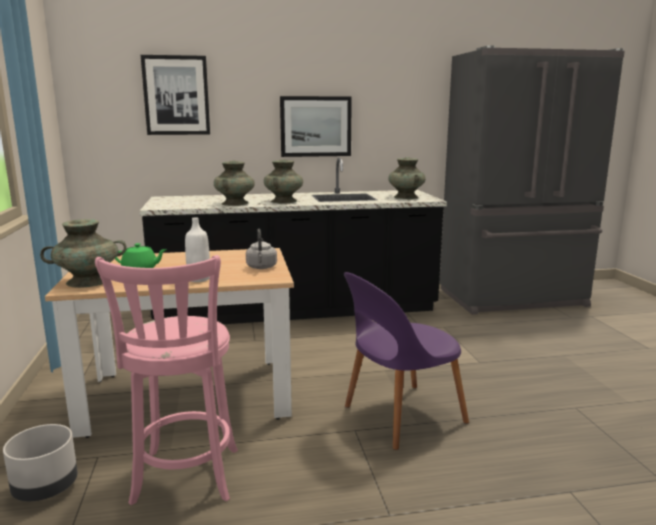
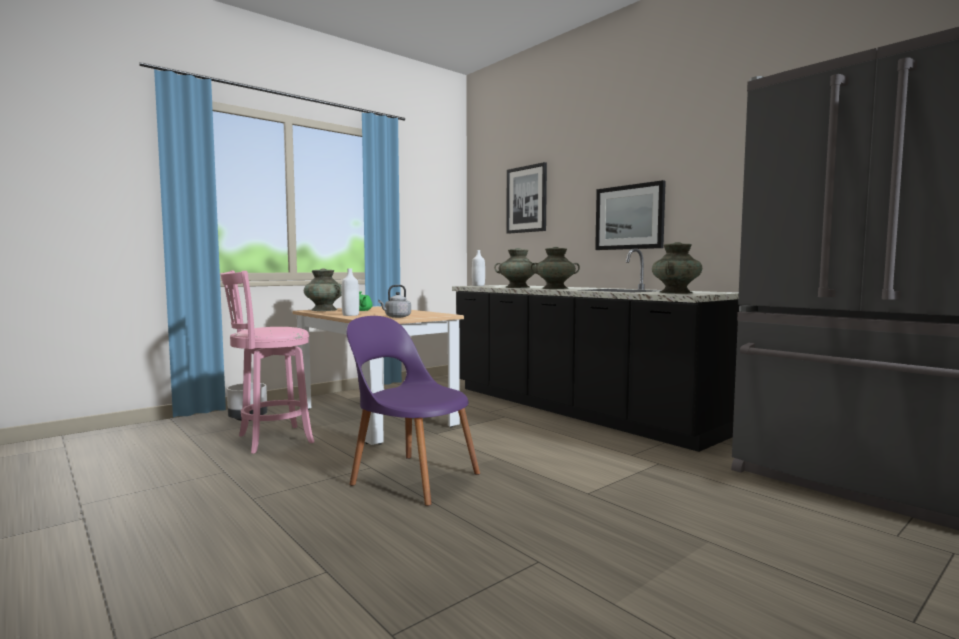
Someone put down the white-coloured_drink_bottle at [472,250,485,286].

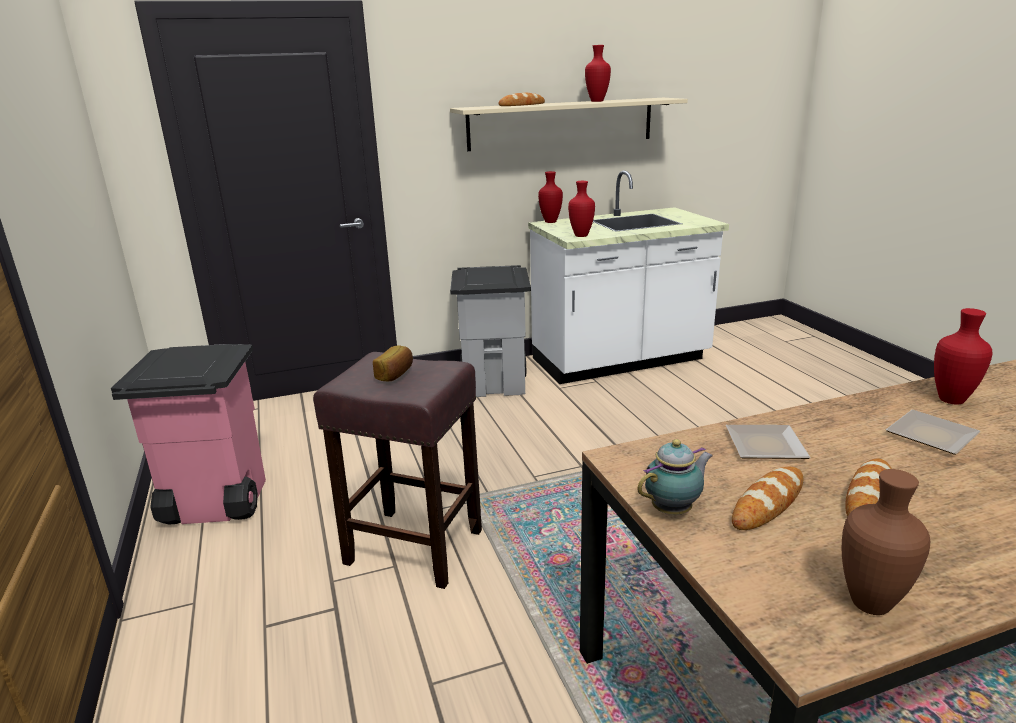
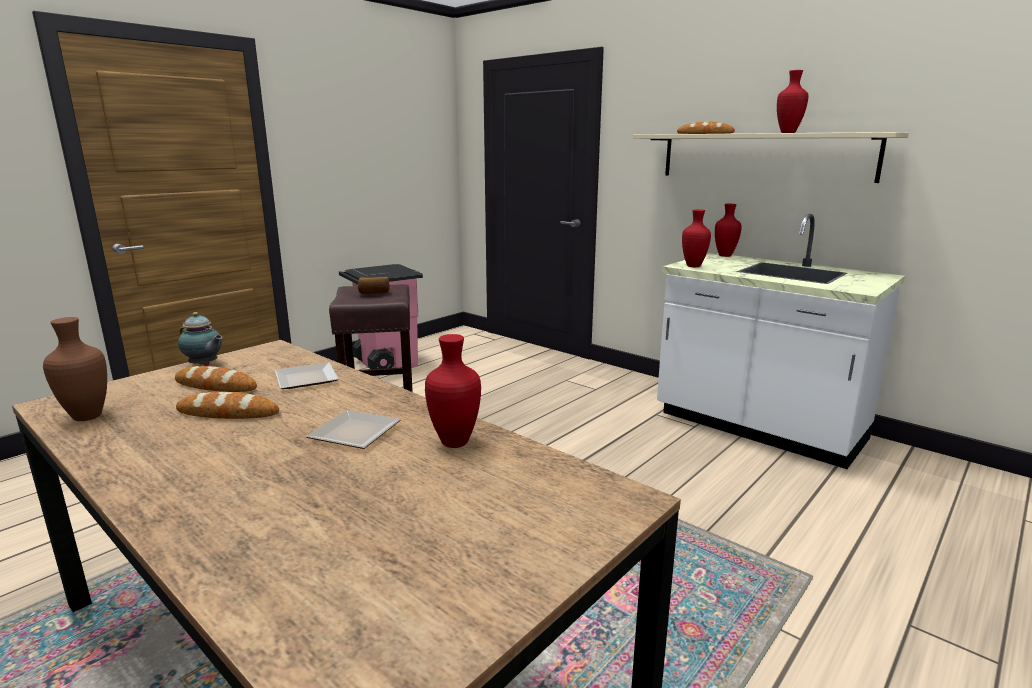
Someone took away the gray_waste_bin at [450,265,531,397].

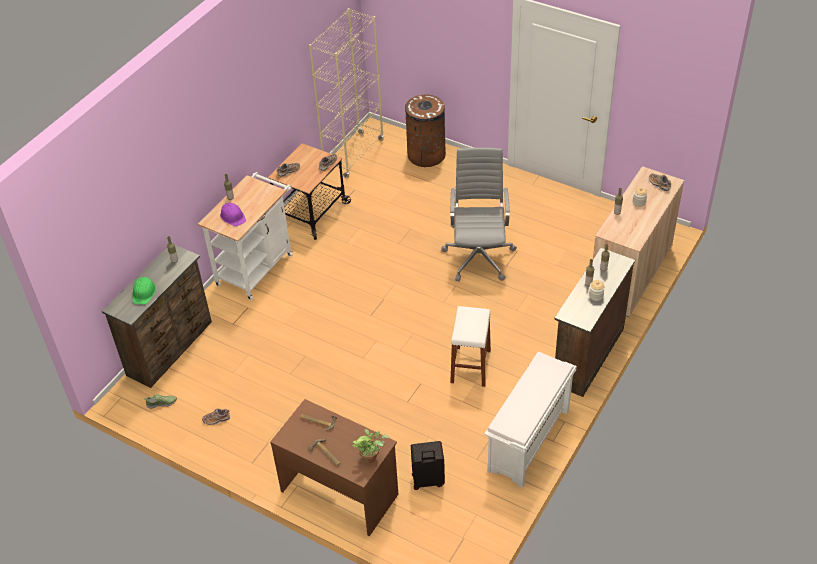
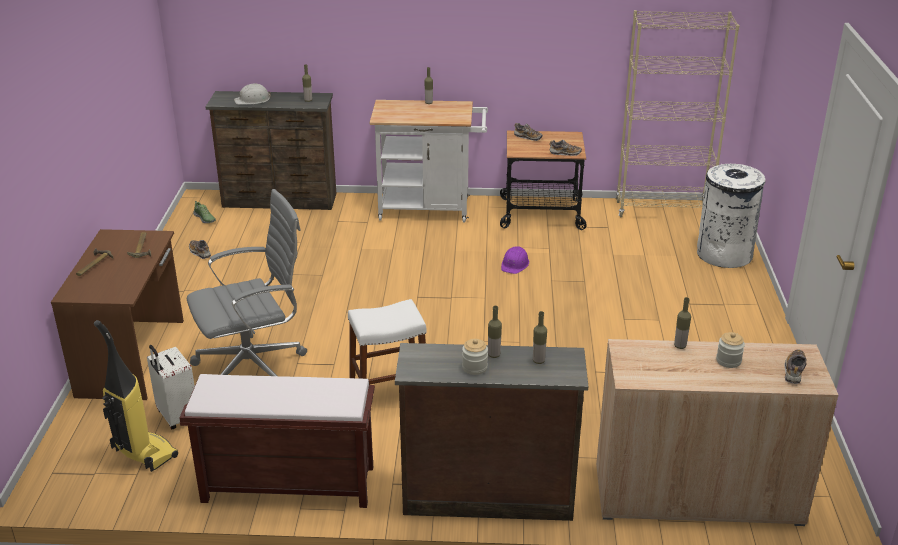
Someone repainted the green_work_helmet at [132,277,156,305], which became the white-coloured_work_helmet at [234,83,271,105]. Someone carried the purplish_work_helmet from [220,203,246,226] to [501,246,529,274]. Someone took away the plant_in_a_pot at [352,429,390,463]. Someone repainted the brownish_waste_bin at [405,94,446,167], which became the white-coloured_waste_bin at [697,164,765,268]. Someone repainted the black_piece_of_luggage at [411,441,445,490], which became the white-coloured_piece_of_luggage at [147,345,195,429]. Someone carried the gray_office_chair from [441,148,517,281] to [187,189,307,376]. Someone repainted the white-coloured_bench at [484,352,576,488], which became the brownish_bench at [179,374,375,508]. Someone put down the vacuum_cleaner at [94,320,178,472].

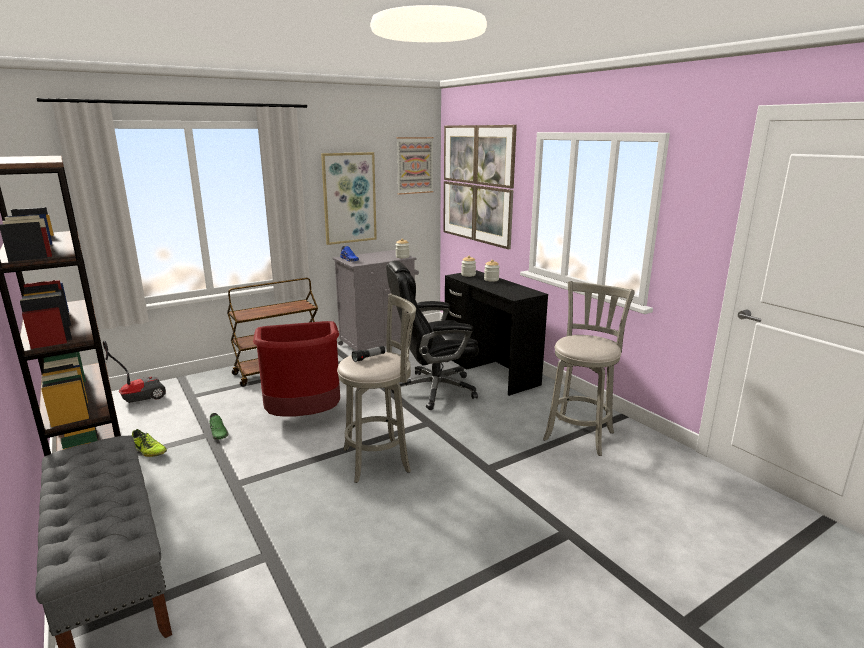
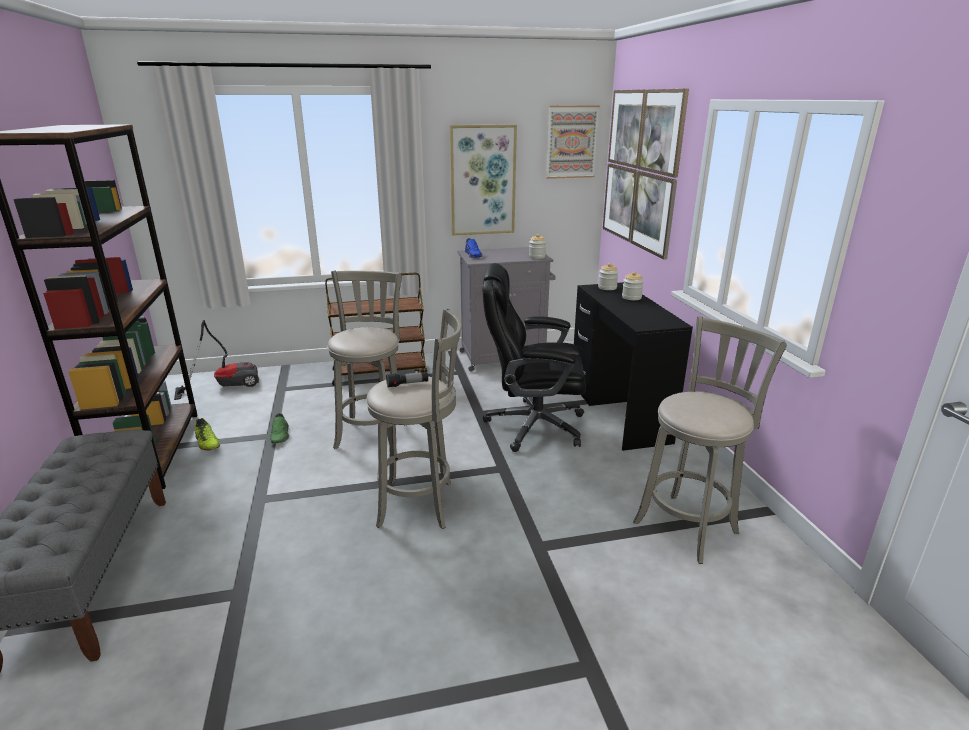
Someone swapped the red-coloured_waste_bin at [253,321,340,417] for the gray_stool at [328,270,402,451].

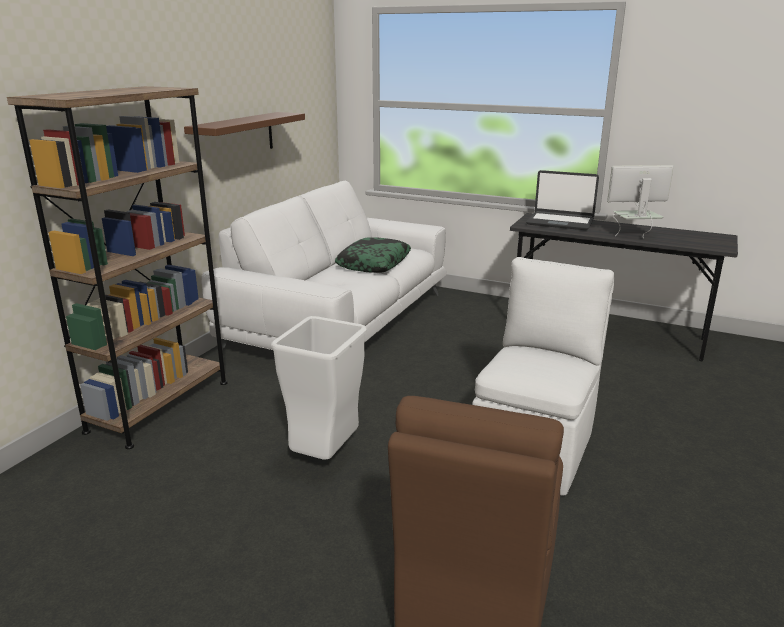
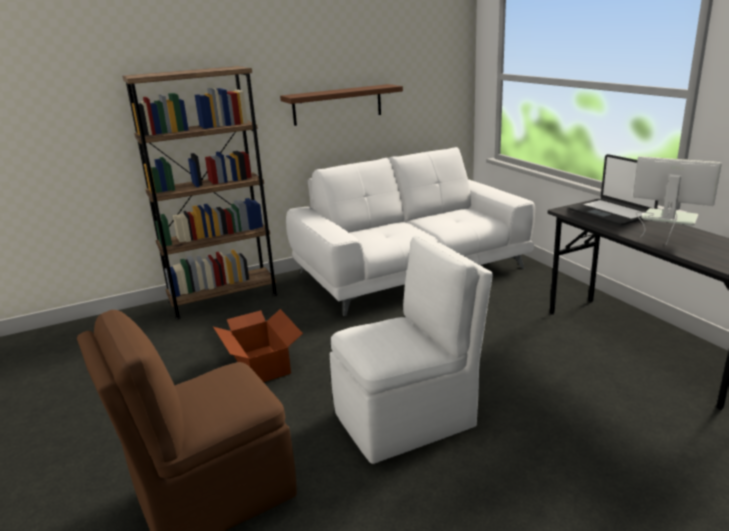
Someone swapped the white-coloured_waste_bin at [271,316,367,460] for the packing_box at [213,309,303,382]. Someone took away the pillow at [335,238,411,273].

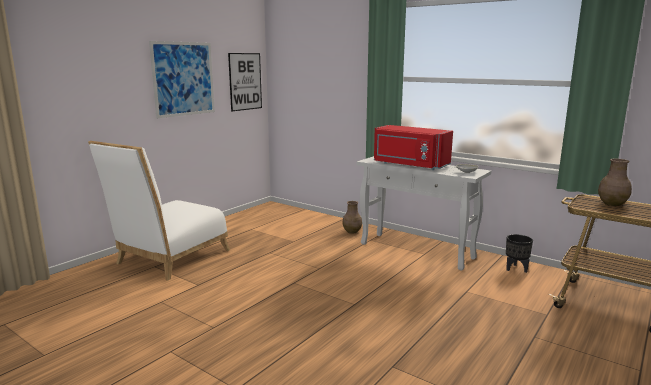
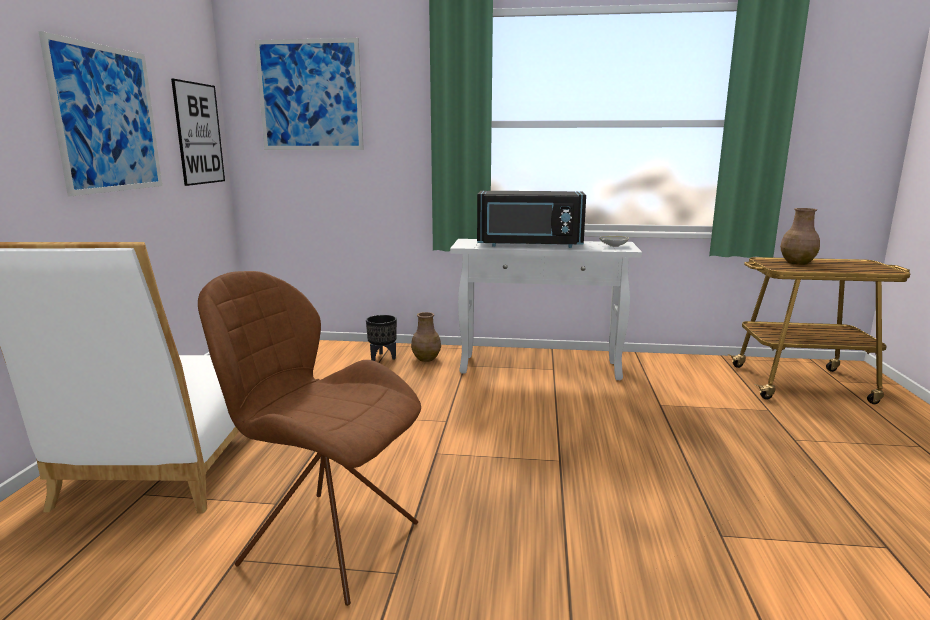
Someone repainted the red-coloured_microwave_oven at [374,125,453,170], which became the black_microwave_oven at [477,191,586,248]. Someone carried the black_plant_pot from [506,234,533,273] to [366,315,397,361]. Someone put down the brownish_upright_chair at [198,271,421,606]. Someone put up the wall_art at [255,38,364,150].

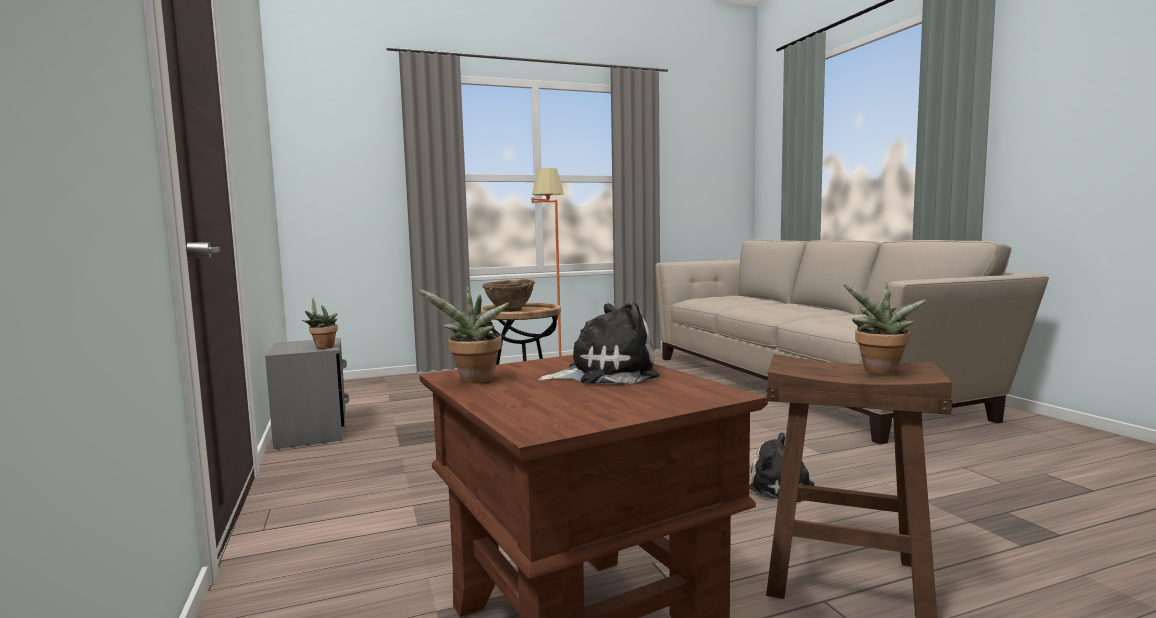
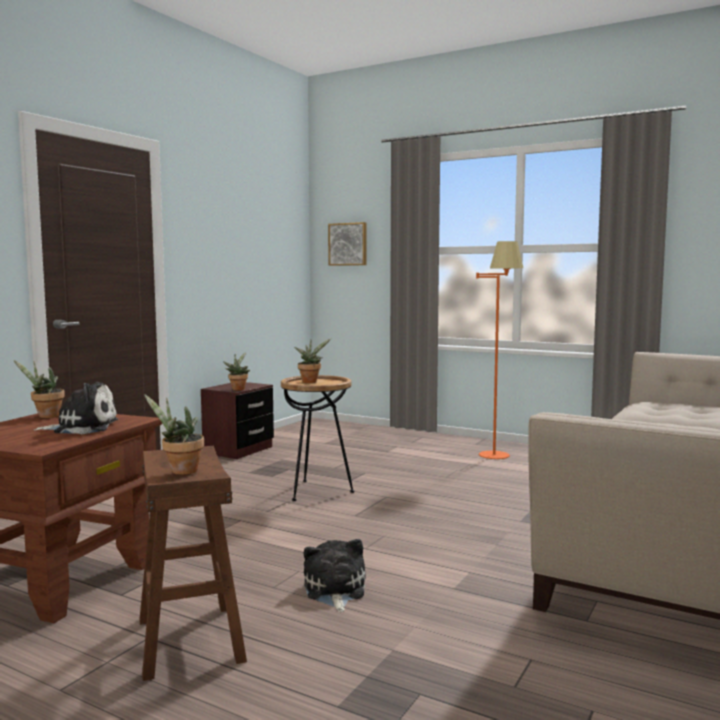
Someone repainted the gray_bedside_table at [265,338,349,449], which became the brownish_bedside_table at [201,382,274,459]. Someone swapped the brownish_deep_dish at [482,279,535,312] for the plant_in_a_pot at [294,338,331,383]. Someone rotated the cuddly_toy at [538,302,659,384] by 45 degrees counterclockwise. Someone put up the wall_art at [328,222,367,266].

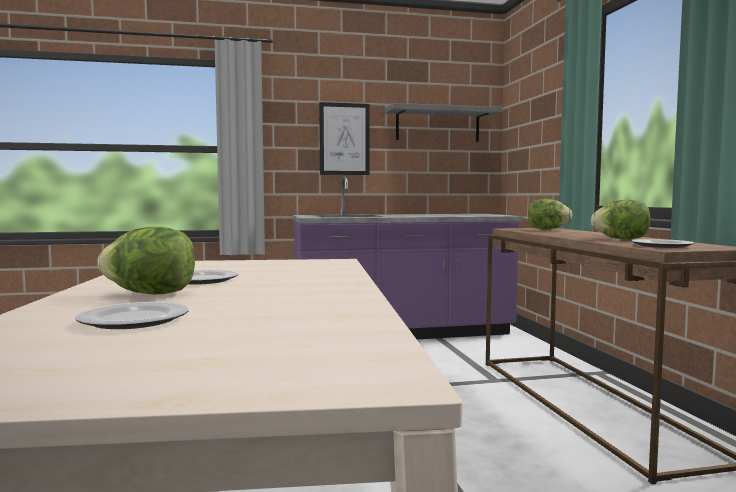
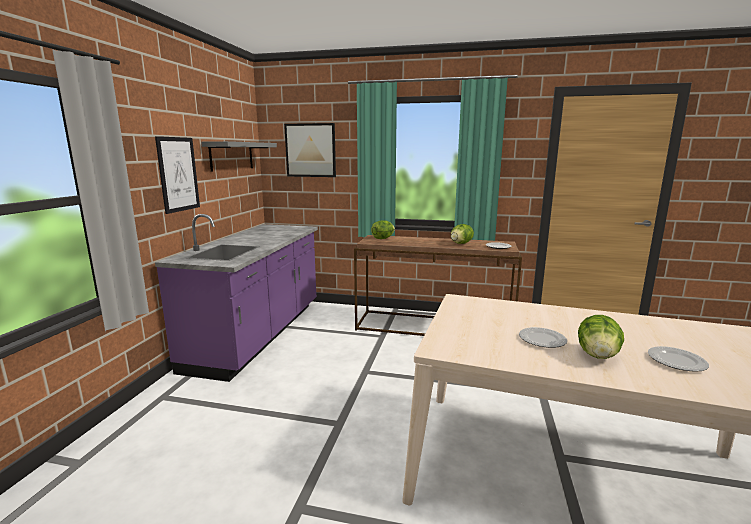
Someone put up the wall_art at [284,123,336,177].

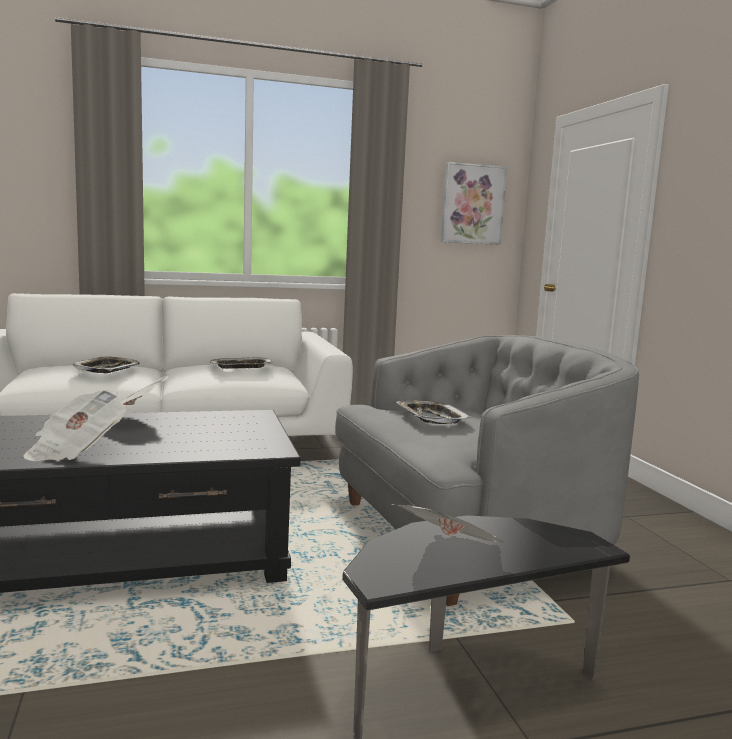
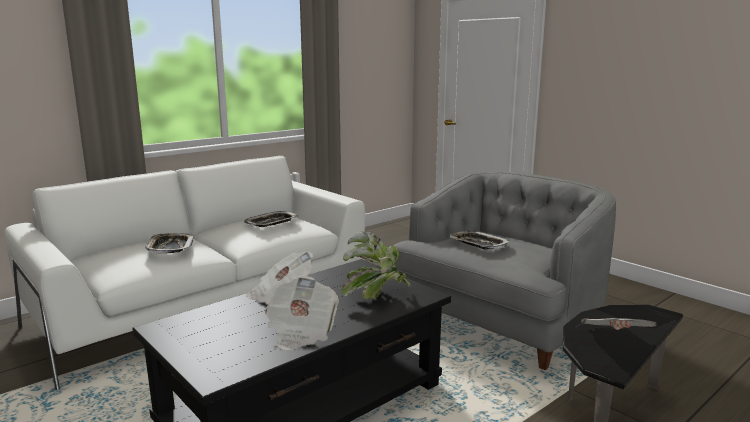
Someone took away the wall_art at [441,162,507,245]. Someone put down the plant_in_a_pot at [340,231,411,300].

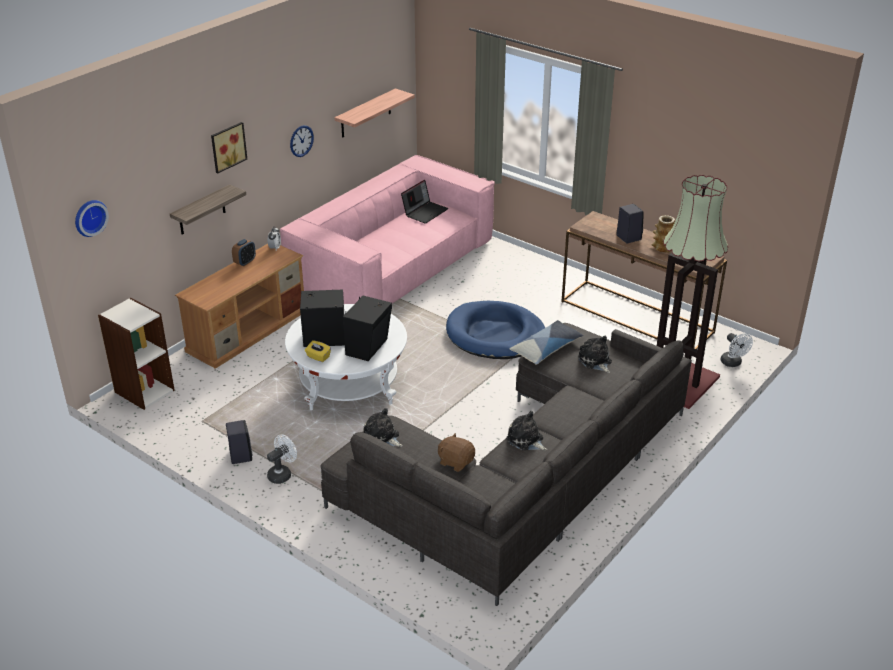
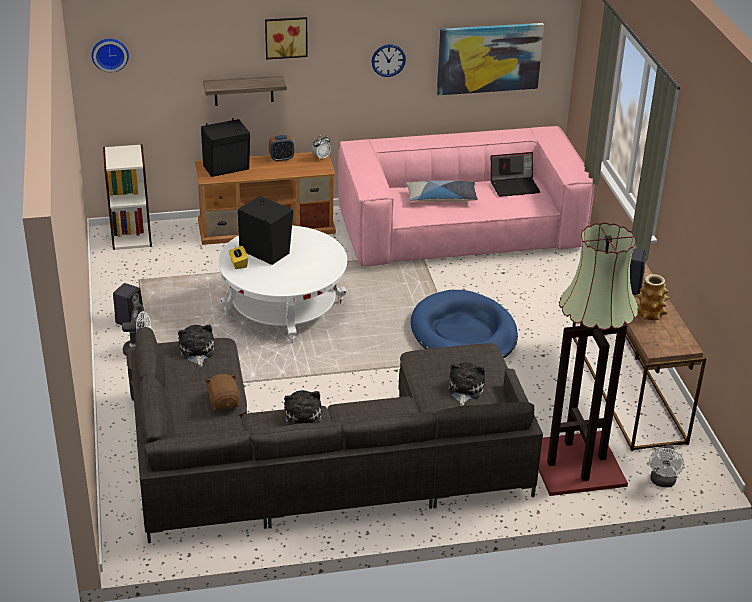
Someone swapped the wall_shelf at [335,88,415,137] for the wall_art at [437,23,544,95]. Someone carried the black_speaker from [343,296,392,361] to [201,118,250,177]. Someone carried the pillow from [510,320,584,365] to [406,180,478,202].

